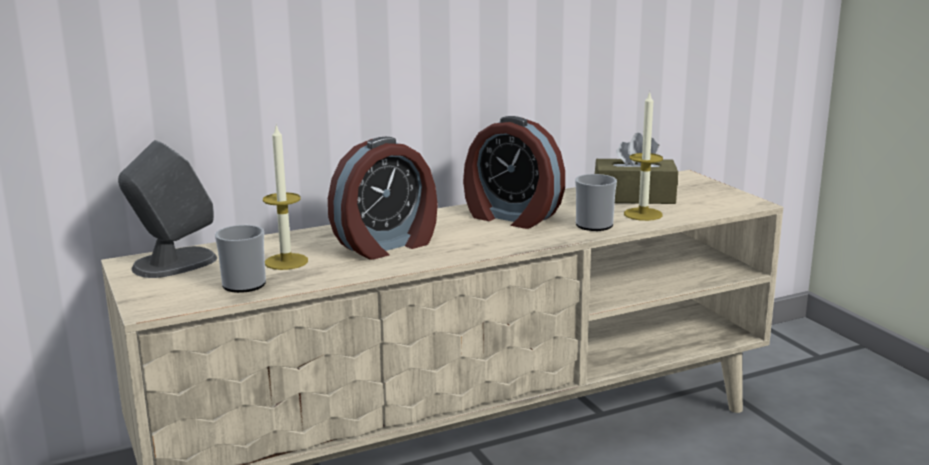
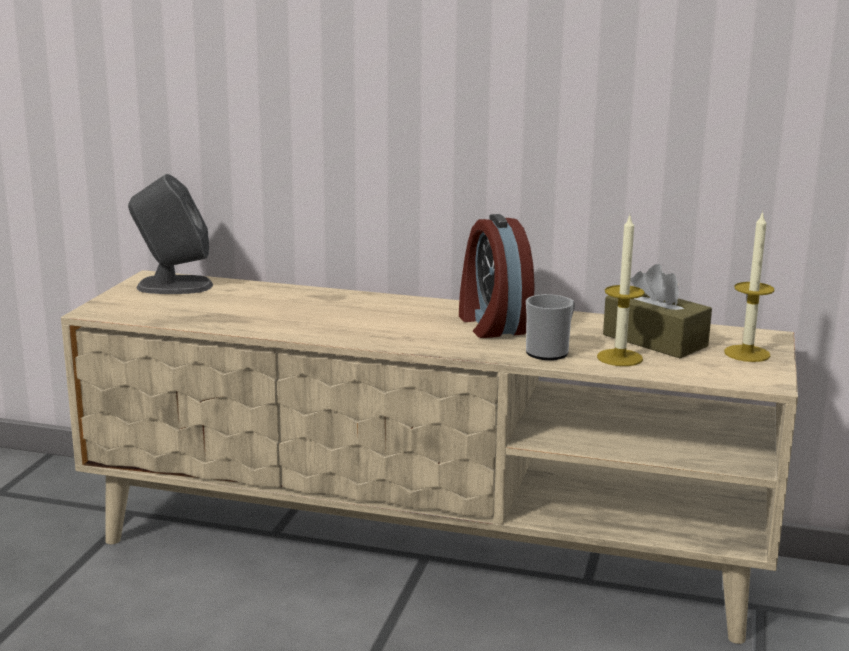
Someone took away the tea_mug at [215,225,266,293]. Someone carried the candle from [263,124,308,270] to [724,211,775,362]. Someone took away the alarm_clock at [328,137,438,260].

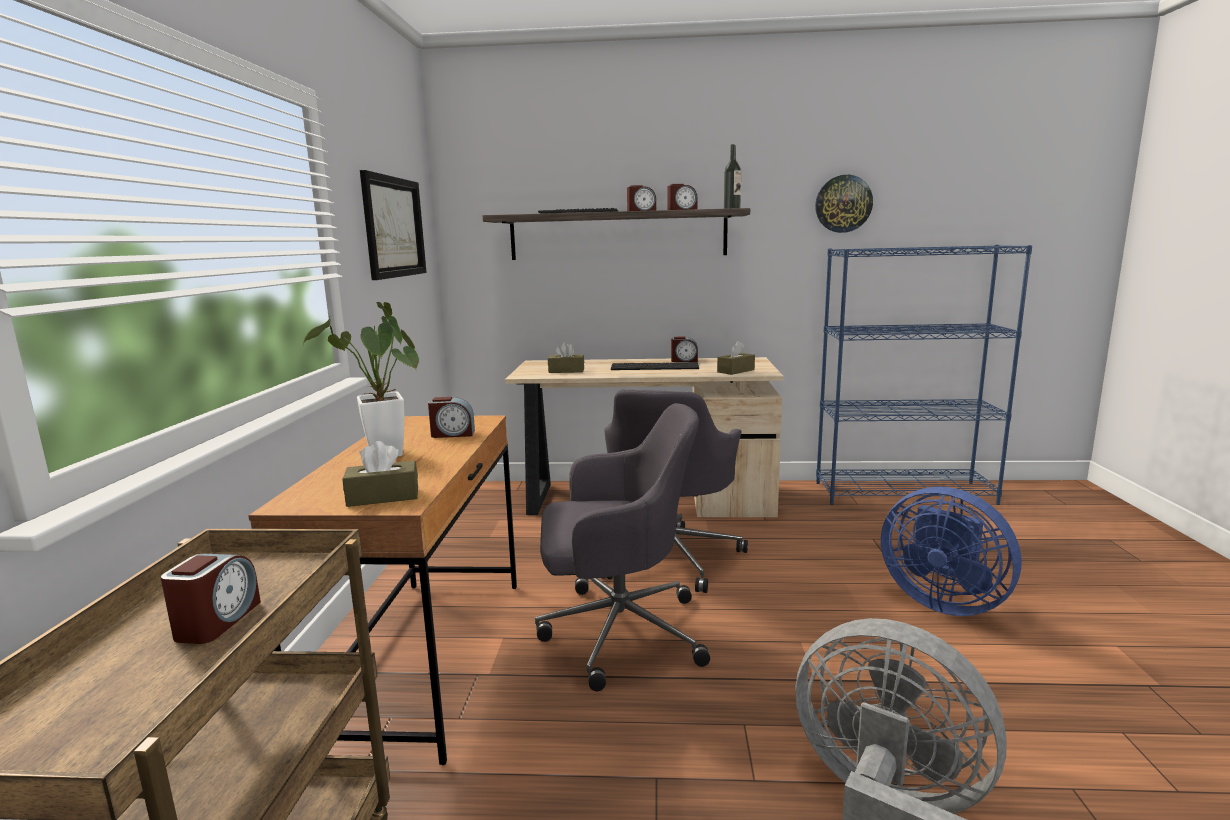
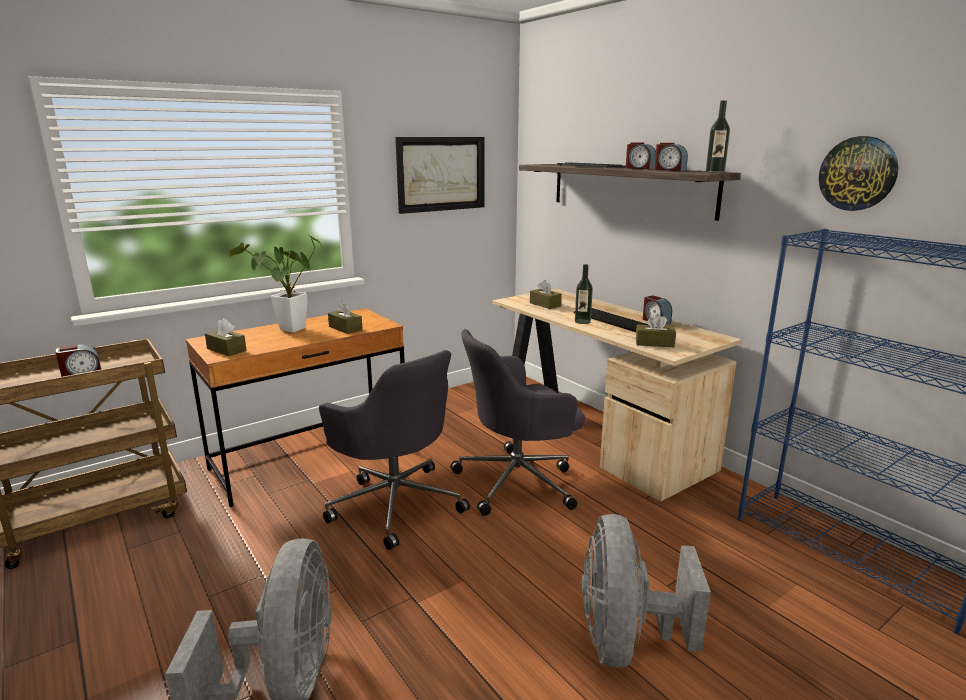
Someone swapped the alarm_clock at [428,397,475,438] for the brownish_tissue_box at [328,301,363,334]. Someone repainted the bluish_cooling_fan at [881,487,1022,616], which became the gray_cooling_fan at [582,514,711,668]. Someone put down the drink_bottle at [575,264,593,324].

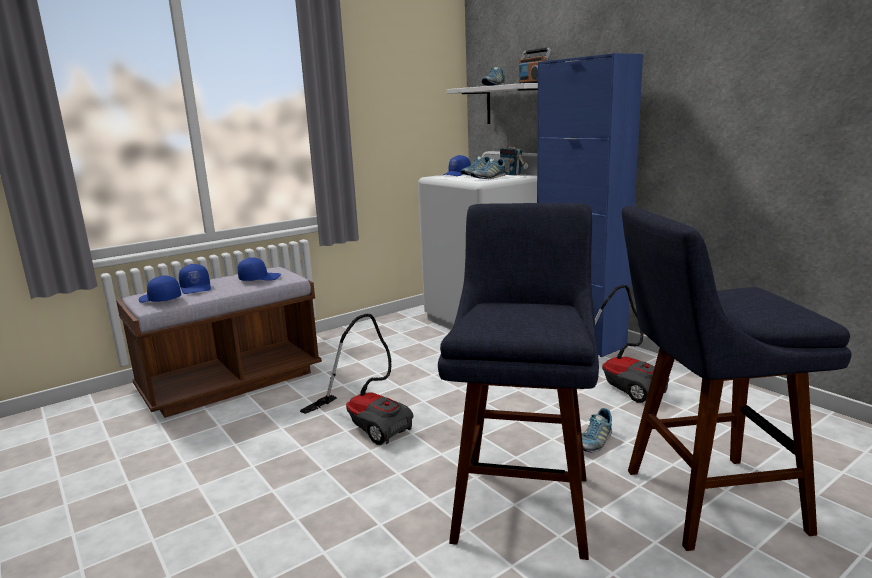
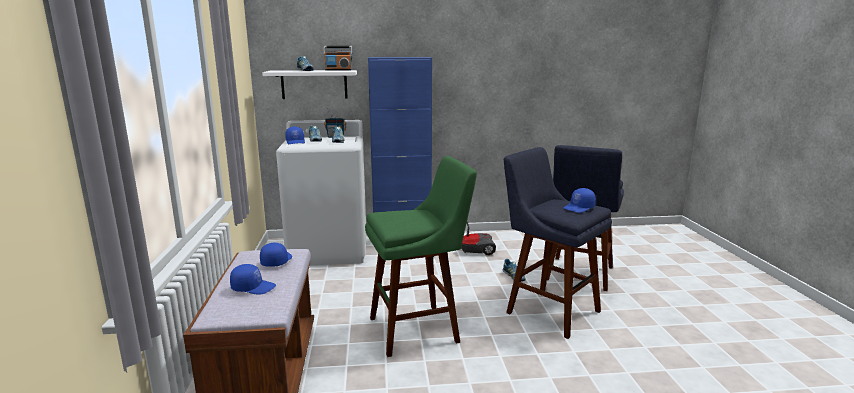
Someone carried the bluish_baseball_cap from [139,275,181,303] to [564,188,596,213]. Someone swapped the vacuum_cleaner at [300,314,413,445] for the green_stool at [365,156,477,357].

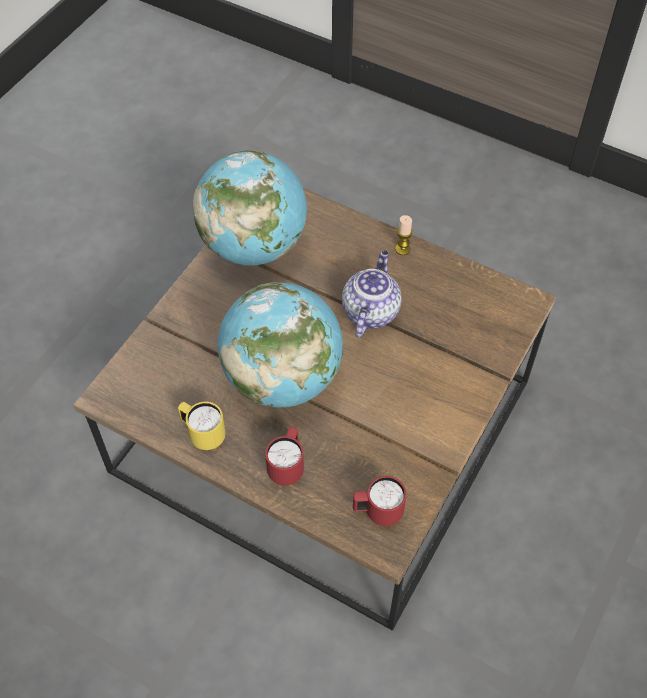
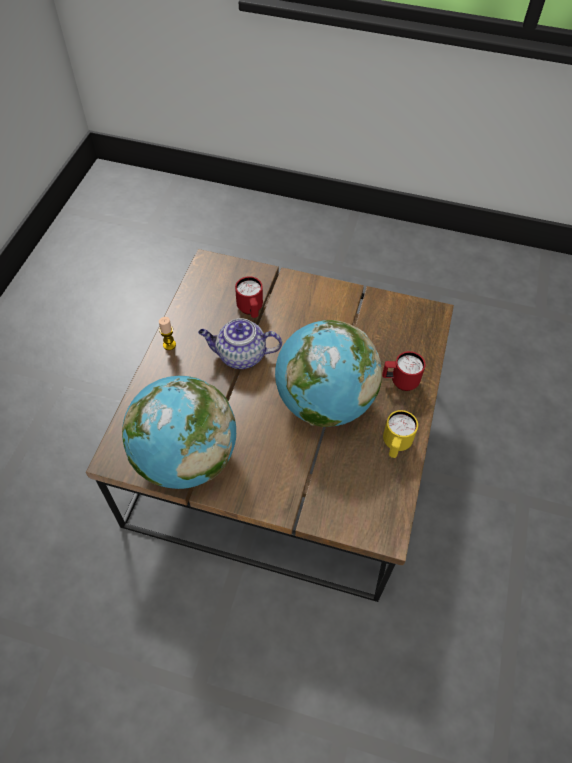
Someone carried the red-coloured_tea_mug from [353,476,406,526] to [235,276,263,318].

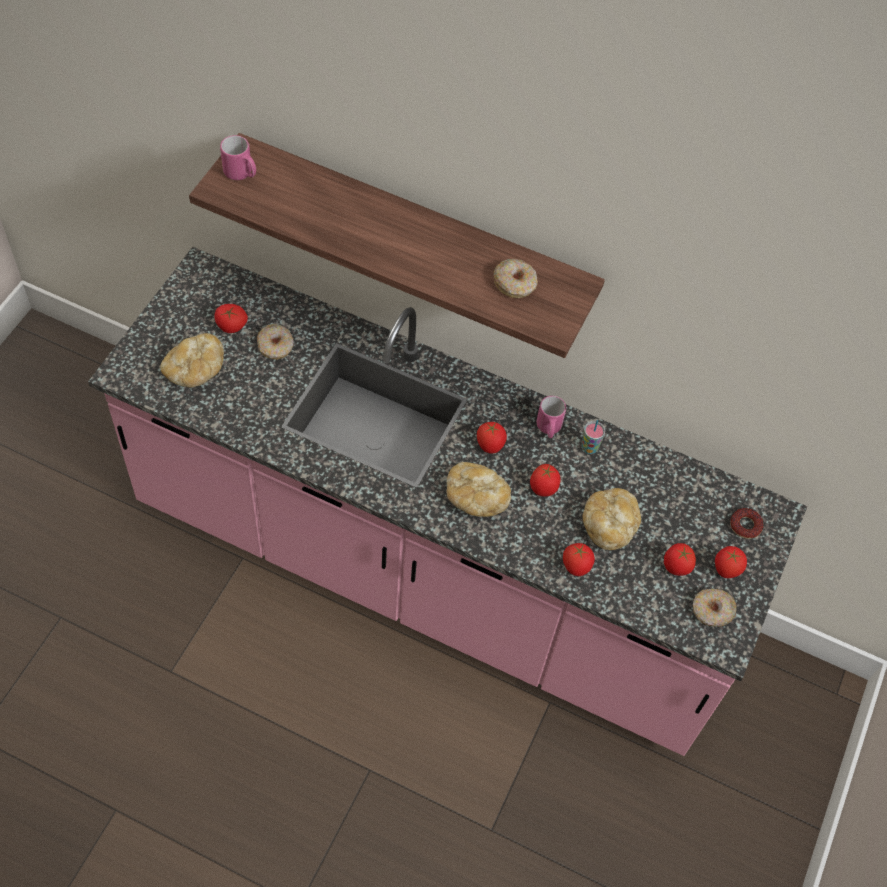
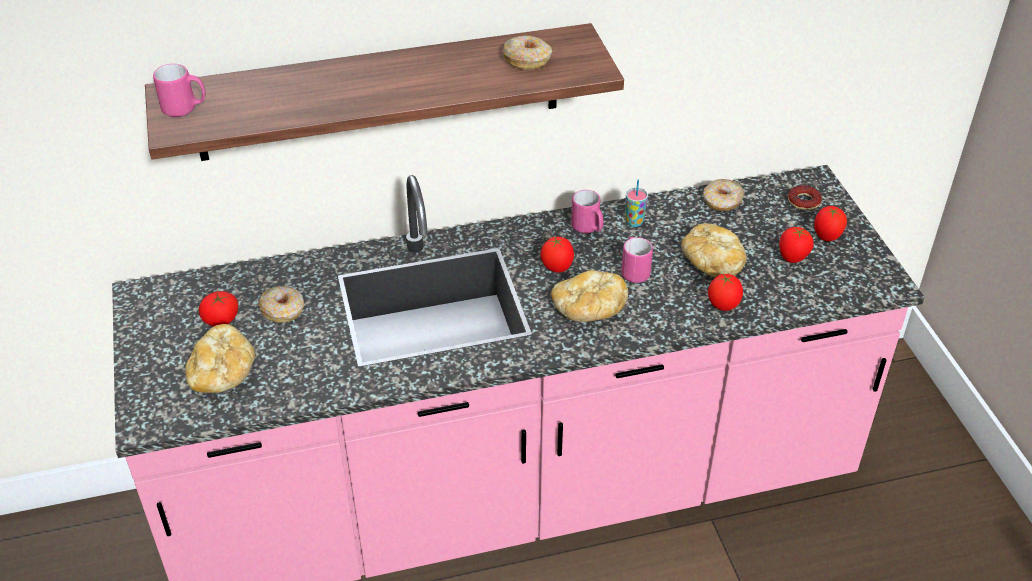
Someone swapped the whole_tomato at [530,464,560,497] for the pinkish_tea_mug at [621,237,653,283]. Someone carried the ring_doughnut from [693,589,736,627] to [703,179,744,211].

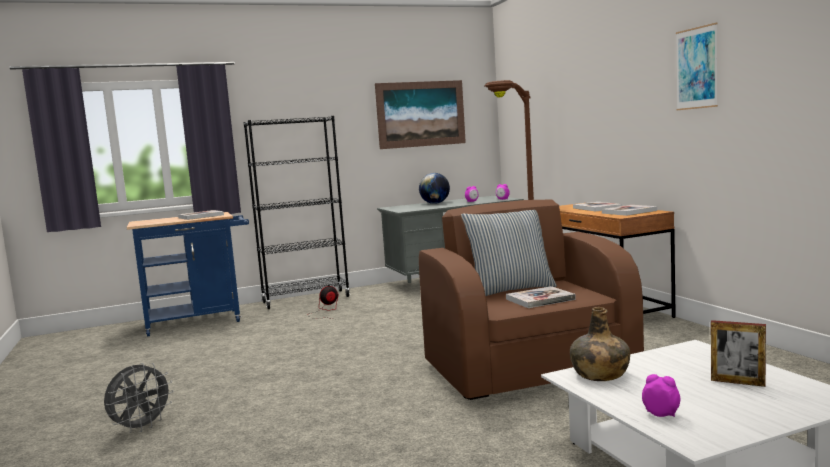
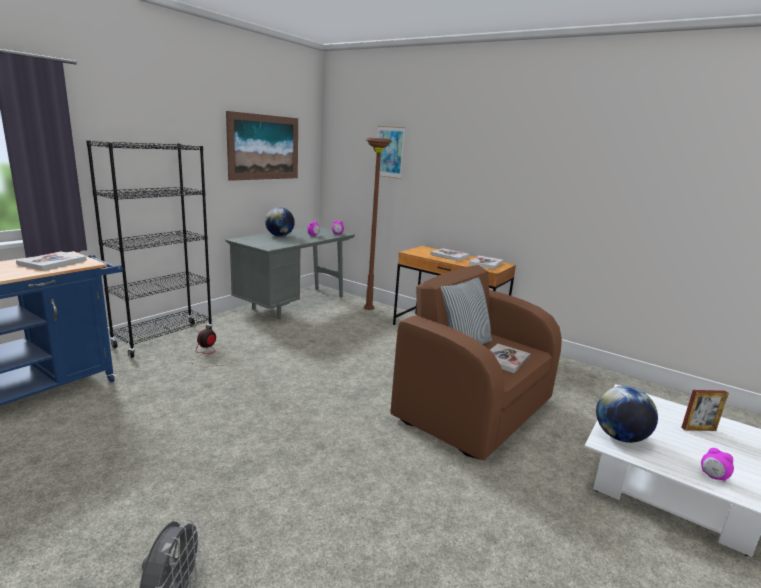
Someone swapped the green_drink_bottle at [570,307,630,381] for the world_globe at [596,386,658,443]. Someone rotated the alarm_clock at [642,374,680,417] by 135 degrees counterclockwise. Someone carried the wall_art from [676,23,718,110] to [375,126,405,179].

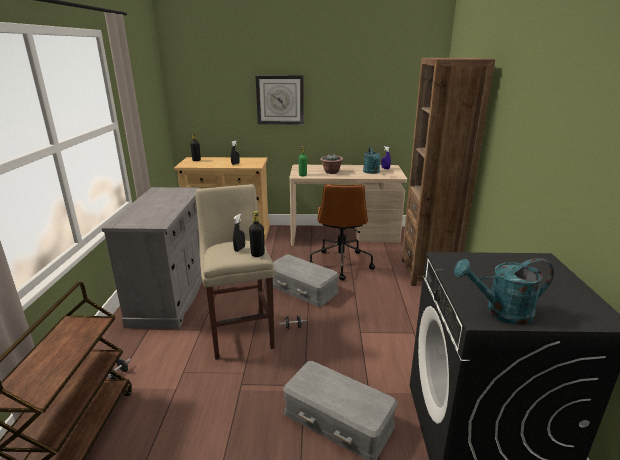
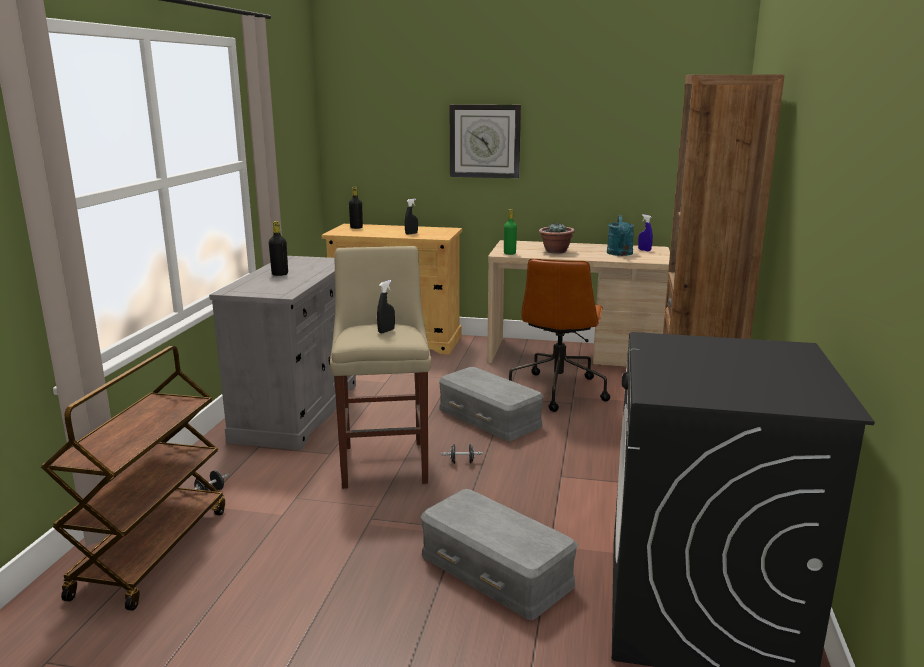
Someone carried the black_drink_bottle from [249,211,265,257] to [269,221,288,276]. Someone took away the turquoise_sprinkling_can at [454,258,554,325].

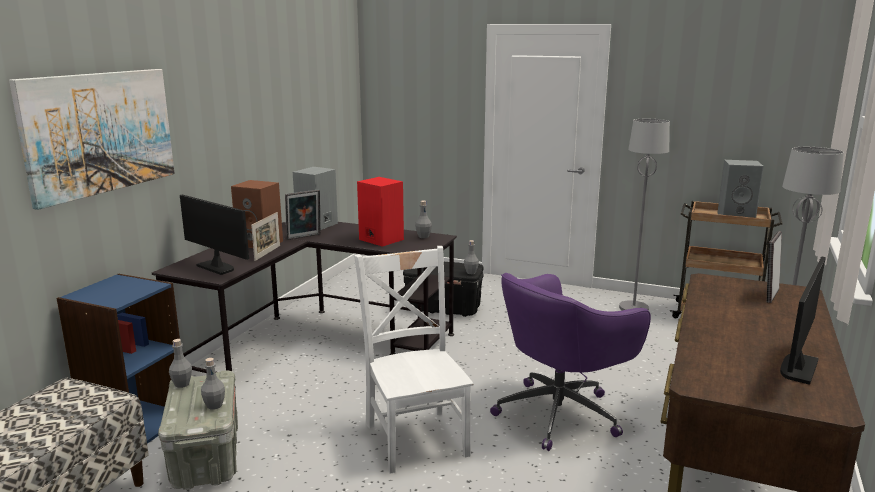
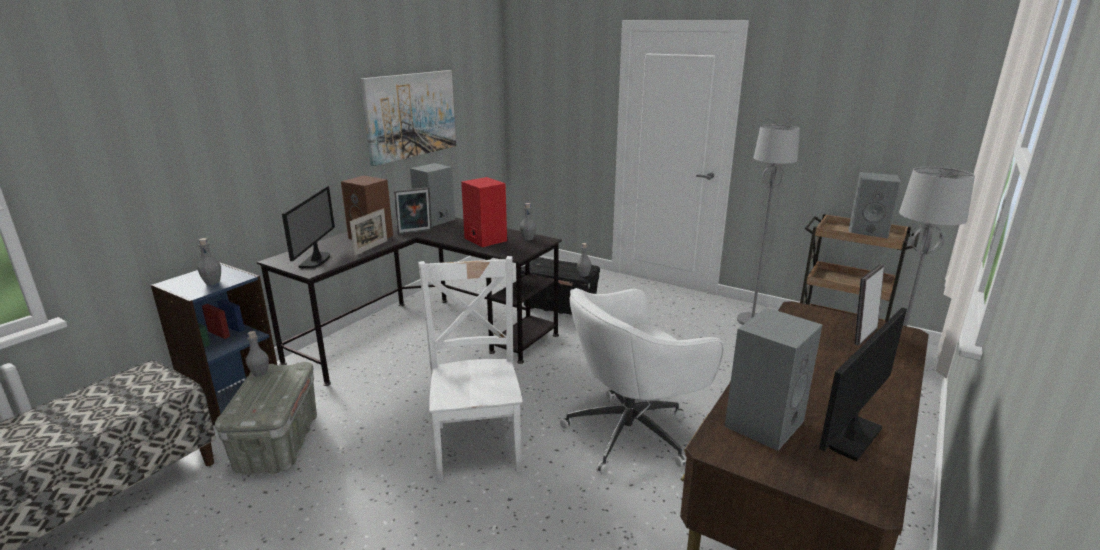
Someone carried the wall_art from [9,69,175,210] to [361,70,456,166]. Someone rotated the monitor at [180,195,249,275] by 45 degrees clockwise. Someone carried the gray_drink_bottle from [201,358,225,410] to [197,238,221,285]. Someone repainted the purplish_office_chair at [490,273,651,451], which became the white-coloured_office_chair at [560,288,724,475]. Someone put down the gray_speaker at [725,307,822,451].

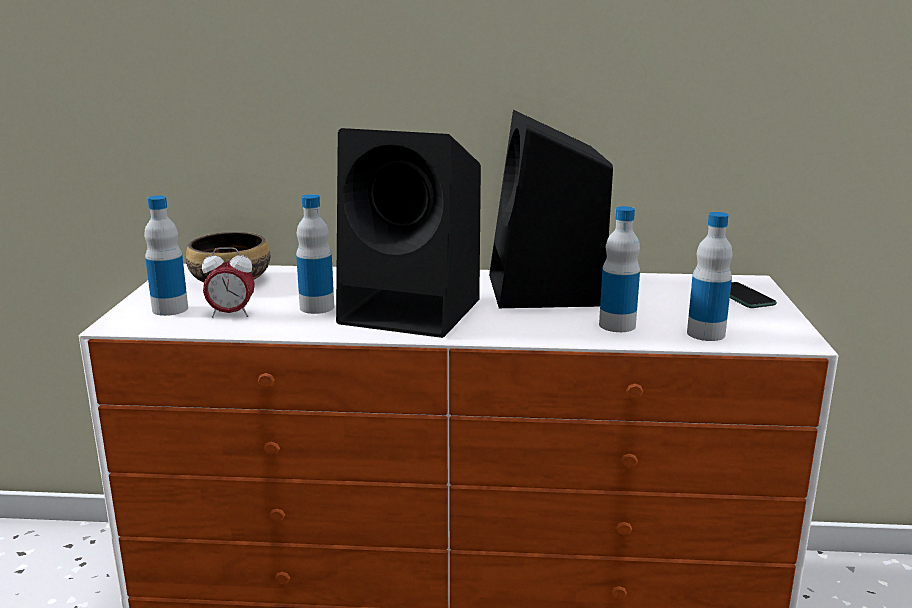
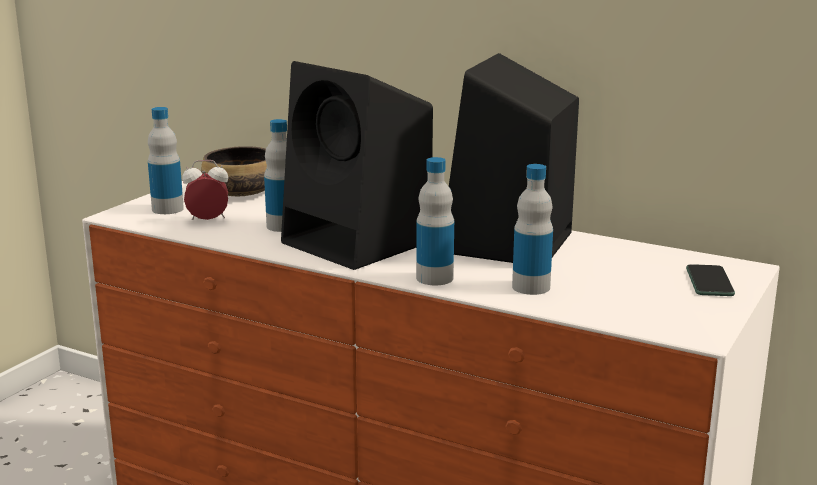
Someone rotated the alarm_clock at [202,247,255,318] by 150 degrees clockwise. Someone carried the drink_bottle from [687,212,733,341] to [416,157,454,285].

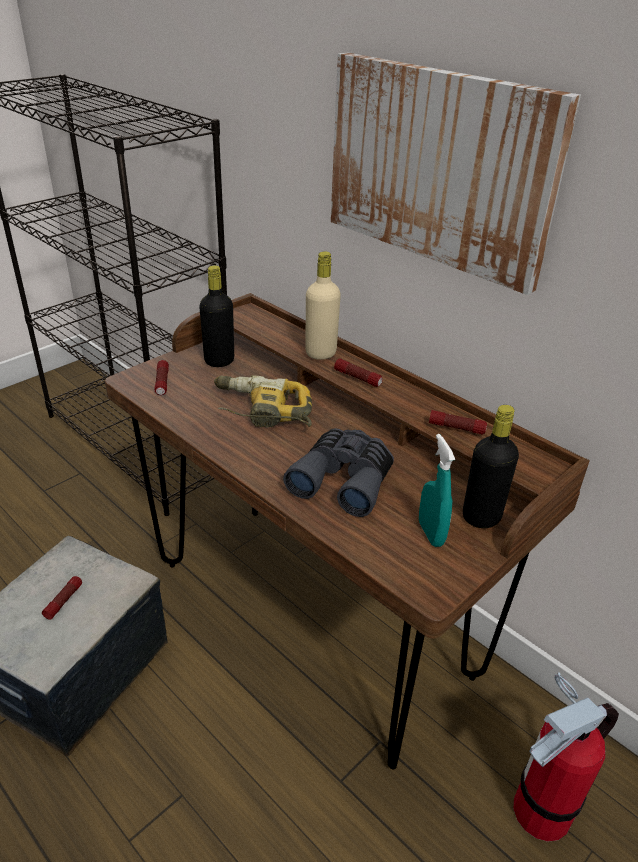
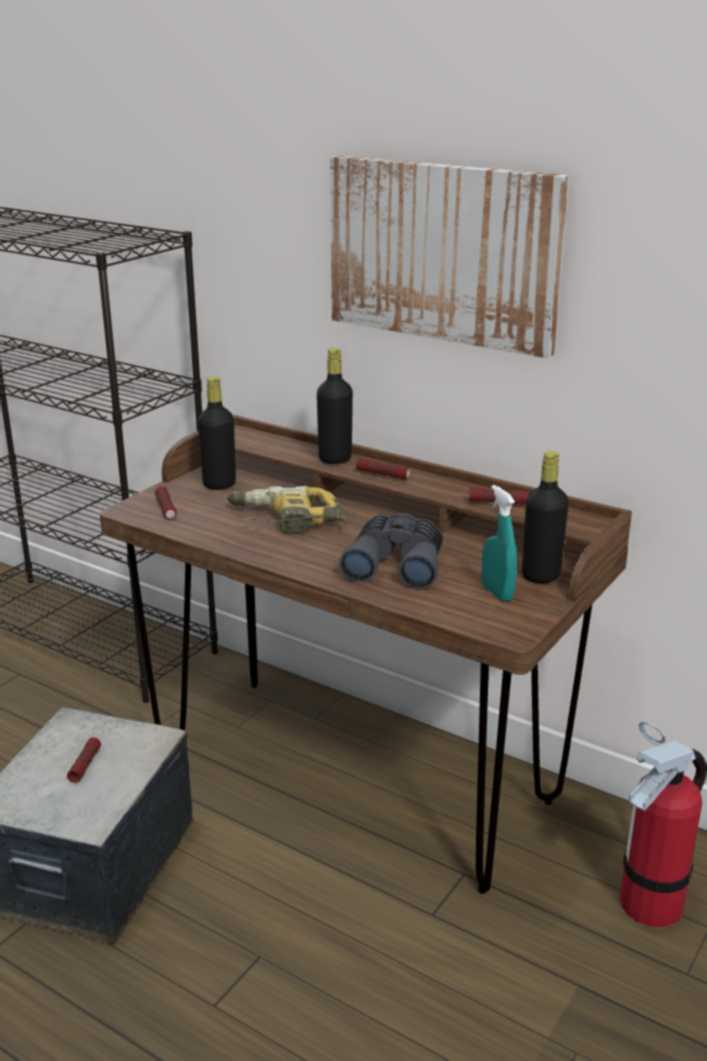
Someone repainted the sand-coloured_drink_bottle at [305,252,341,360], which became the black_drink_bottle at [317,348,353,464].

